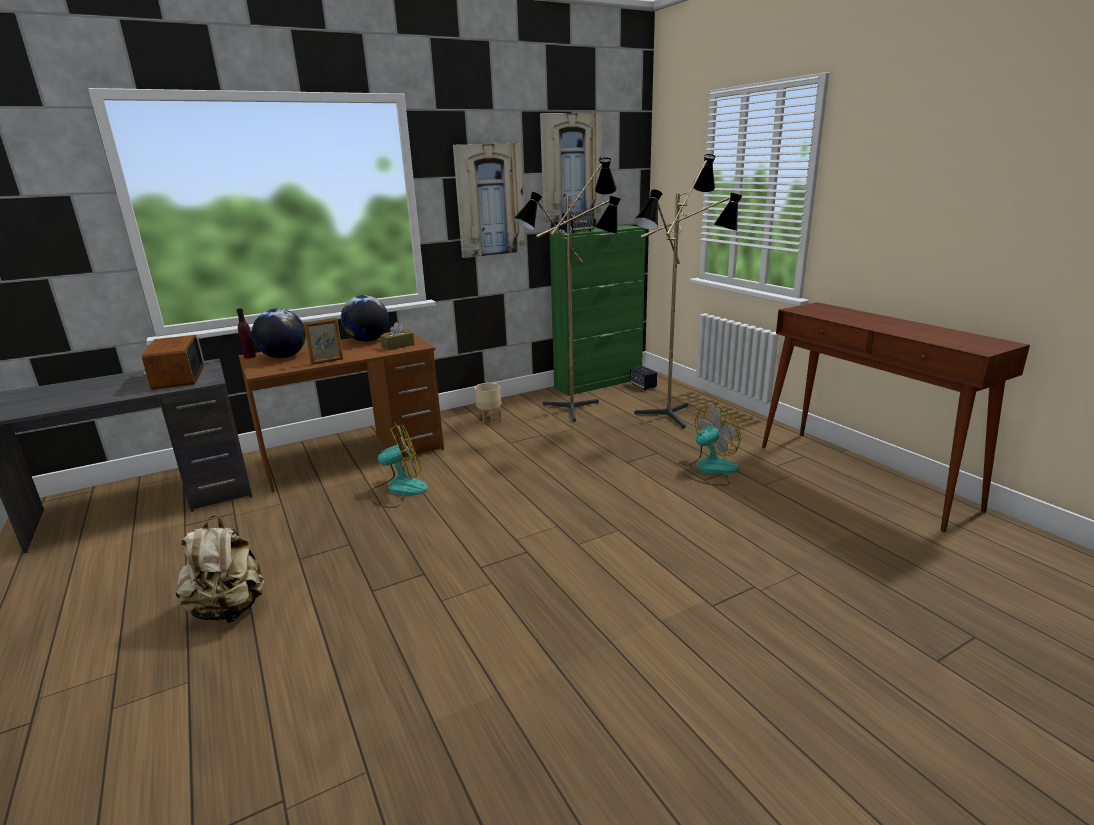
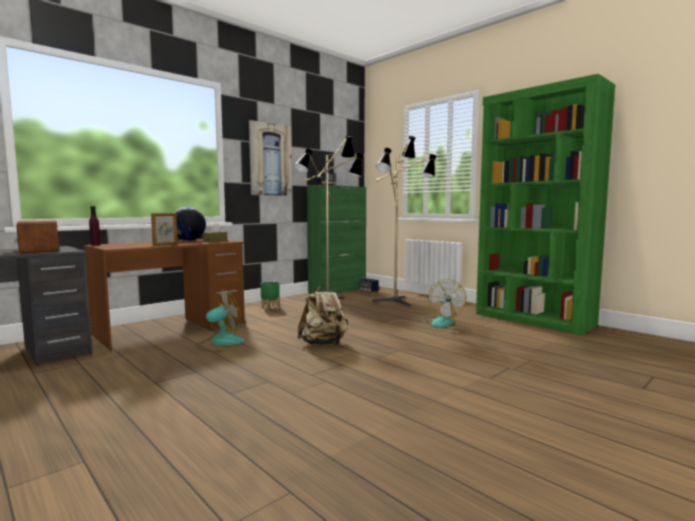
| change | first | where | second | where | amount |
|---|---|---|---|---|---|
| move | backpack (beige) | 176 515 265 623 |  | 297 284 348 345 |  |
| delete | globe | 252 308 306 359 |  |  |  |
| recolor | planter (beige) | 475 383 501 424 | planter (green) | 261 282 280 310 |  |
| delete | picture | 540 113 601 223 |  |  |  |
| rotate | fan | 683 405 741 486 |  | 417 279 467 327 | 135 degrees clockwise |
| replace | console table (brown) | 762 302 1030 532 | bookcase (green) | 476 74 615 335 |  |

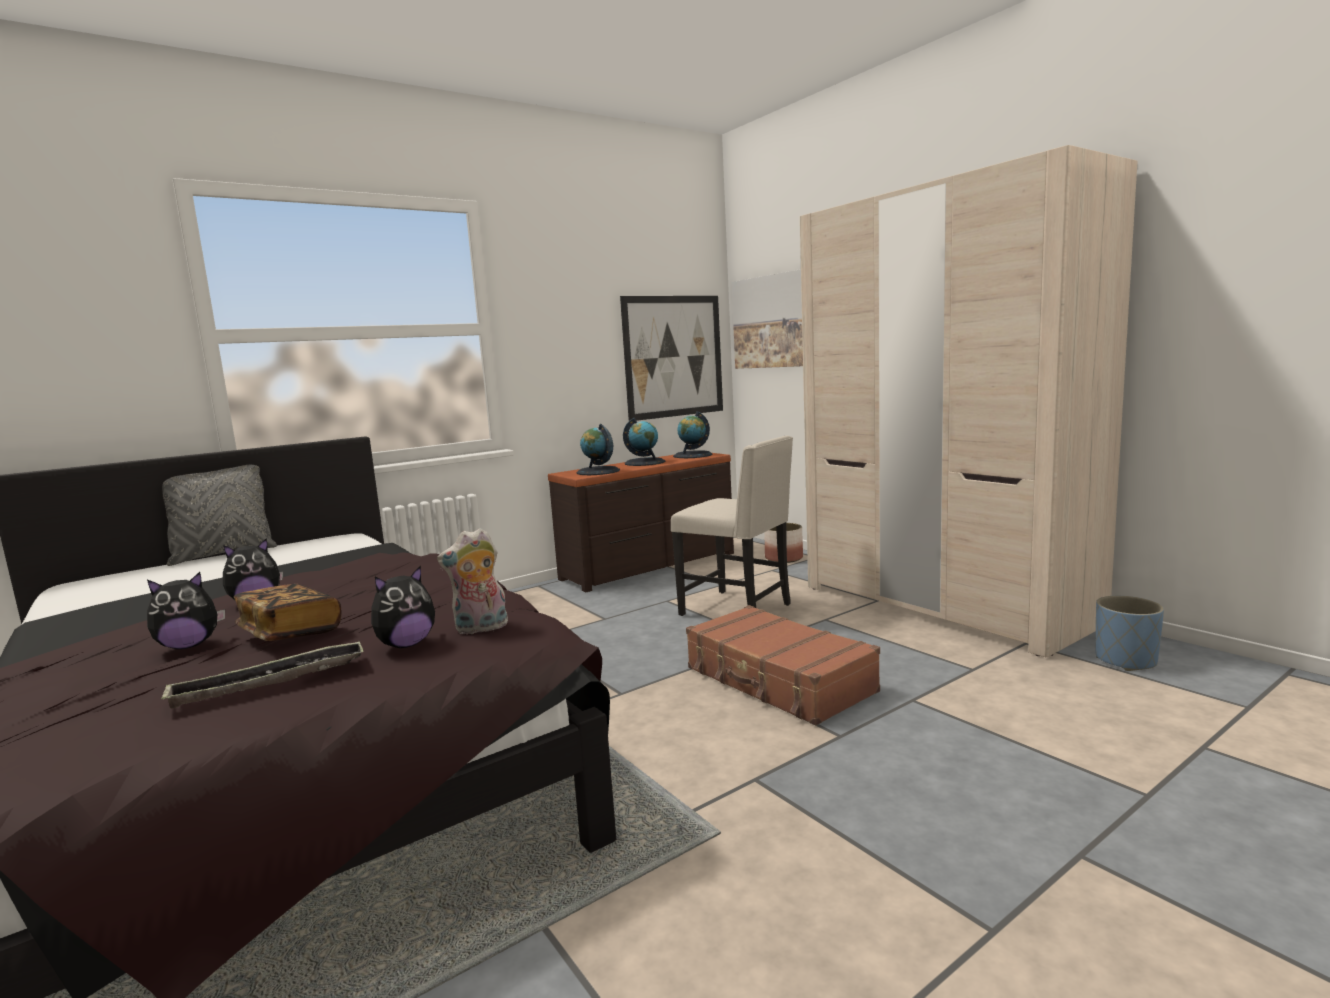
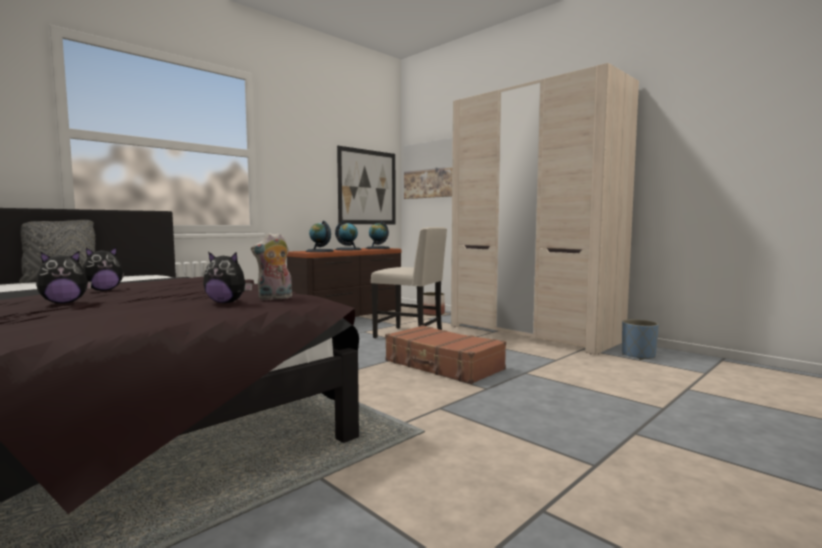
| change | first | where | second | where | amount |
|---|---|---|---|---|---|
| delete | tray | 161 640 364 709 |  |  |  |
| delete | book | 234 584 342 641 |  |  |  |
| rotate | plush toy | 371 566 435 648 |  | 203 252 253 303 | 60 degrees clockwise |

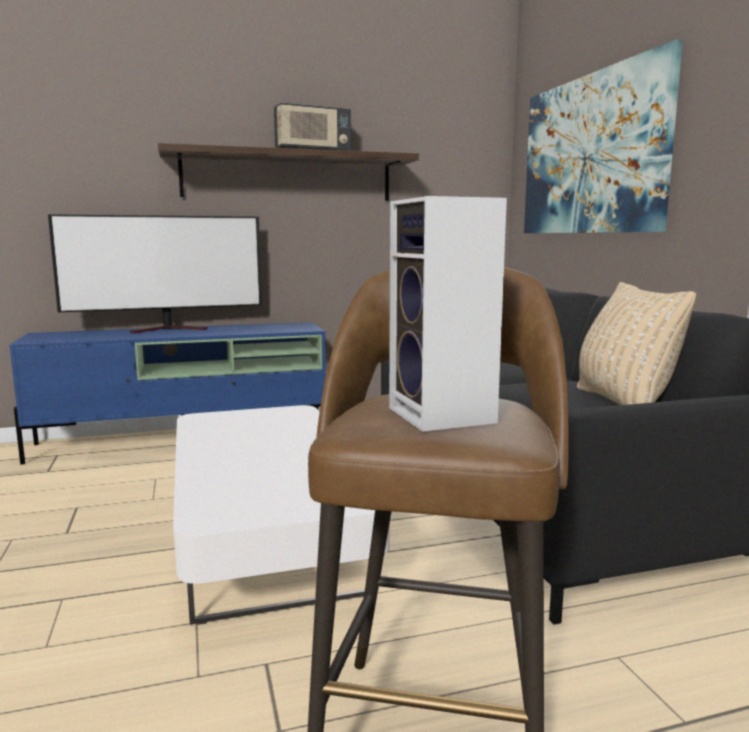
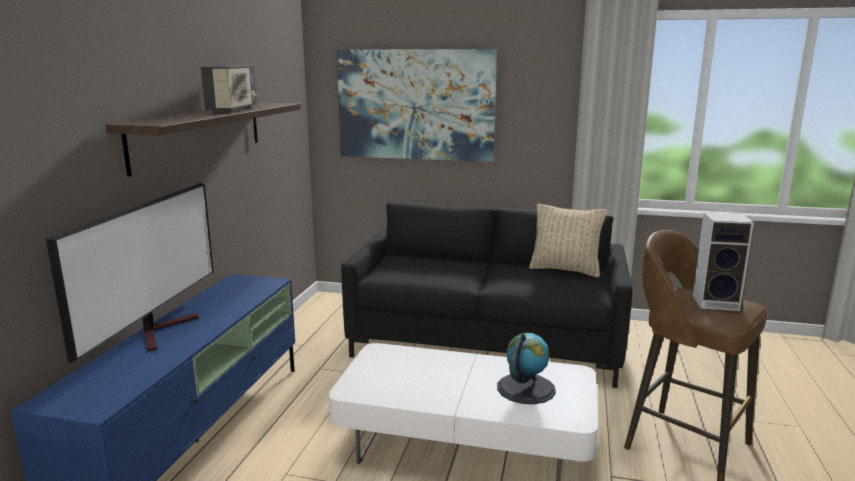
| change | first | where | second | where | amount |
|---|---|---|---|---|---|
| insert |  |  | globe | 497 333 556 404 |  |

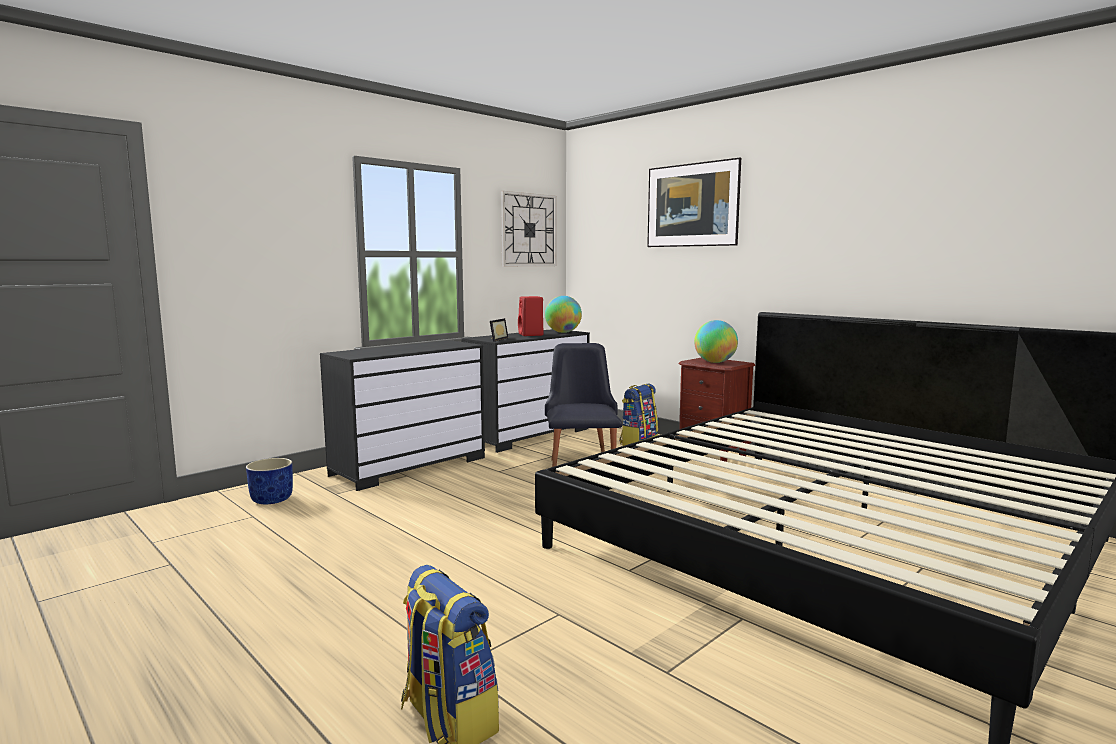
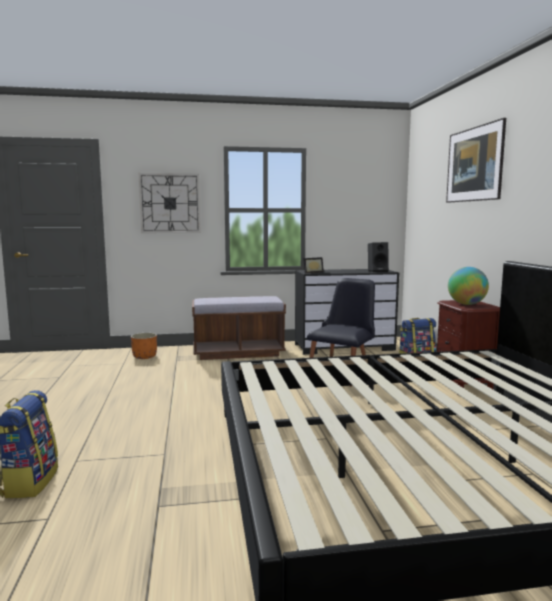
| change | first | where | second | where | amount |
|---|---|---|---|---|---|
| recolor | planter (blue) | 246 458 293 504 | planter (orange) | 131 333 157 359 |  |
| replace | dresser (black) | 320 340 485 491 | bench (brown) | 192 296 286 360 |  |
| move | wall clock | 501 191 557 266 |  | 139 173 201 233 |  |
| delete | speaker (red) | 518 296 544 336 |  |  |  |
| replace | globe | 545 296 582 333 | speaker (black) | 368 242 389 272 |  |

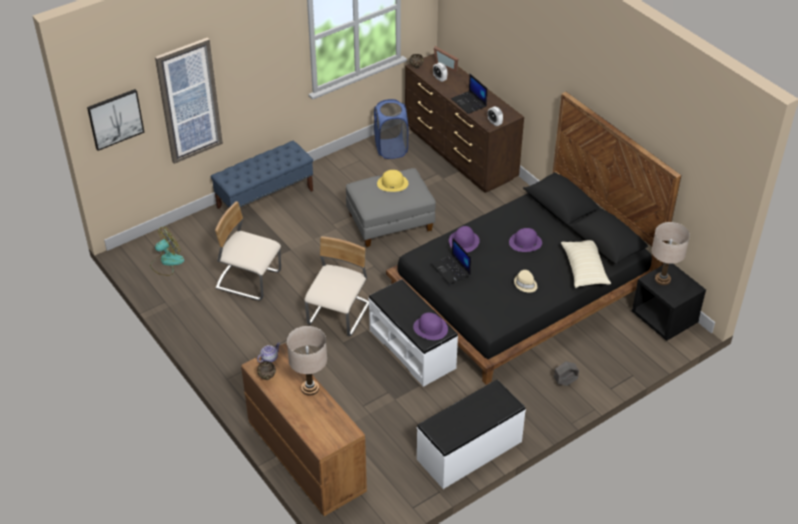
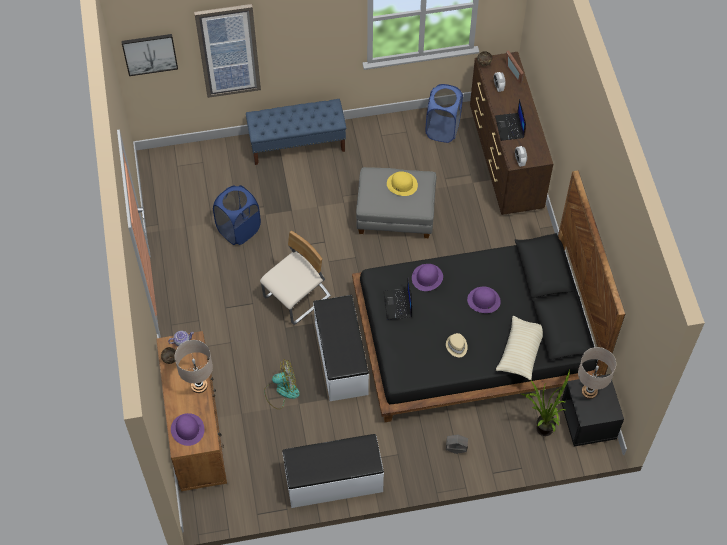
| change | first | where | second | where | amount |
|---|---|---|---|---|---|
| move | fan | 150 227 185 276 |  | 264 359 300 410 |  |
| replace | chair (beige) | 215 201 281 300 | laundry basket (blue) | 213 185 261 245 |  |
| move | hat (purple) | 413 312 448 340 |  | 171 413 205 446 |  |
| insert |  |  | potted plant | 522 370 570 436 |  |

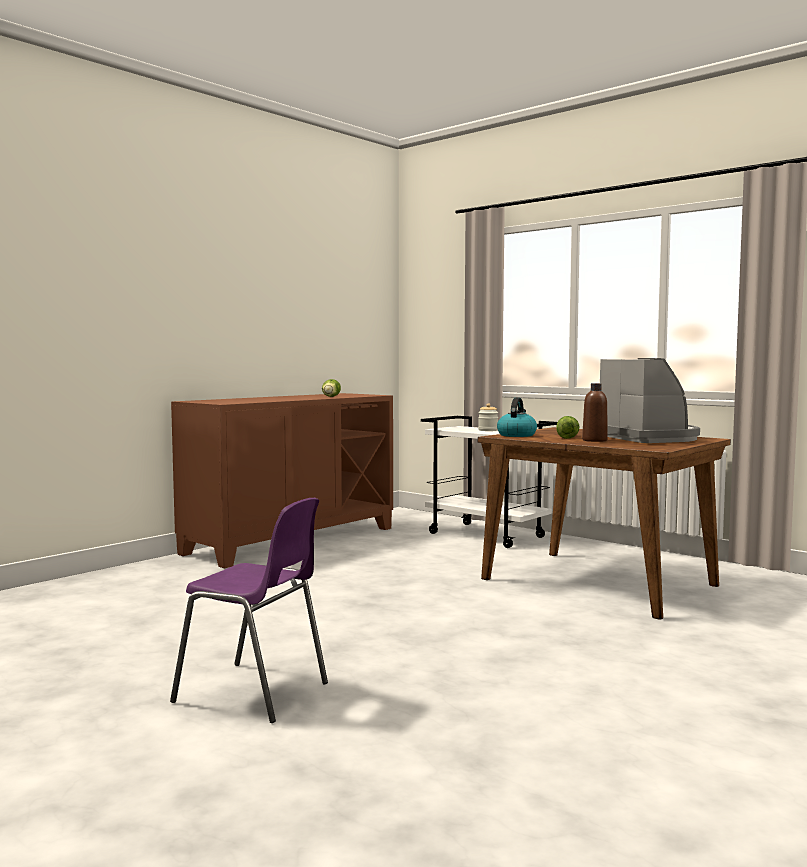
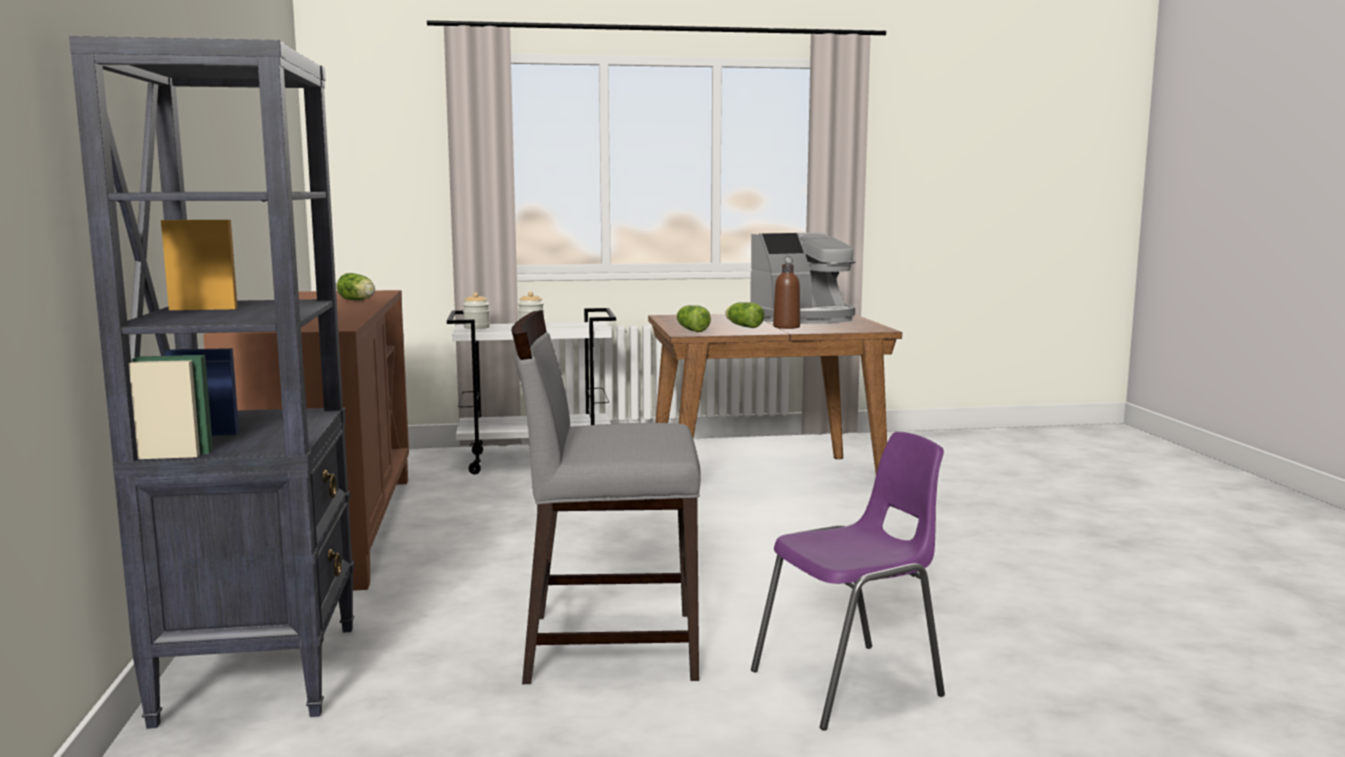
| change | first | where | second | where | amount |
|---|---|---|---|---|---|
| replace | kettle | 497 398 537 437 | lettuce | 676 305 711 332 |  |
| rotate | coffee machine | 600 358 700 443 |  | 751 232 855 324 | 135 degrees clockwise |
| insert |  |  | bookcase (black) | 69 36 354 729 |  |
| insert |  |  | jar | 463 292 490 329 |  |
| insert |  |  | chair (grey) | 511 310 701 684 |  |

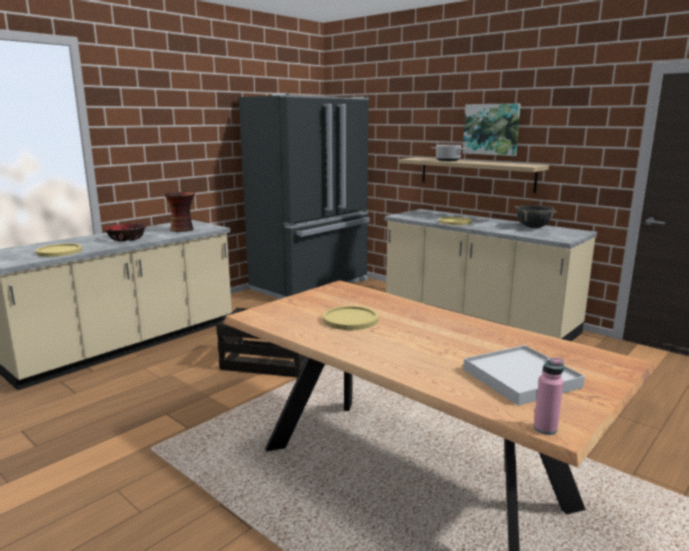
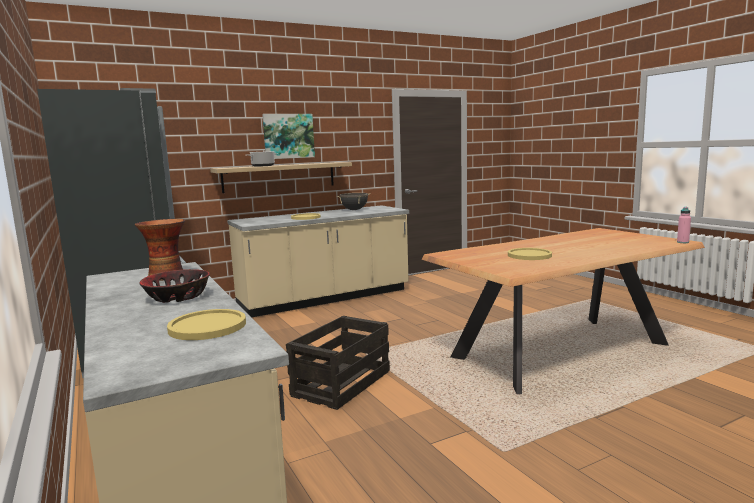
| change | first | where | second | where | amount |
|---|---|---|---|---|---|
| delete | tray (white) | 463 345 585 406 |  |  |  |

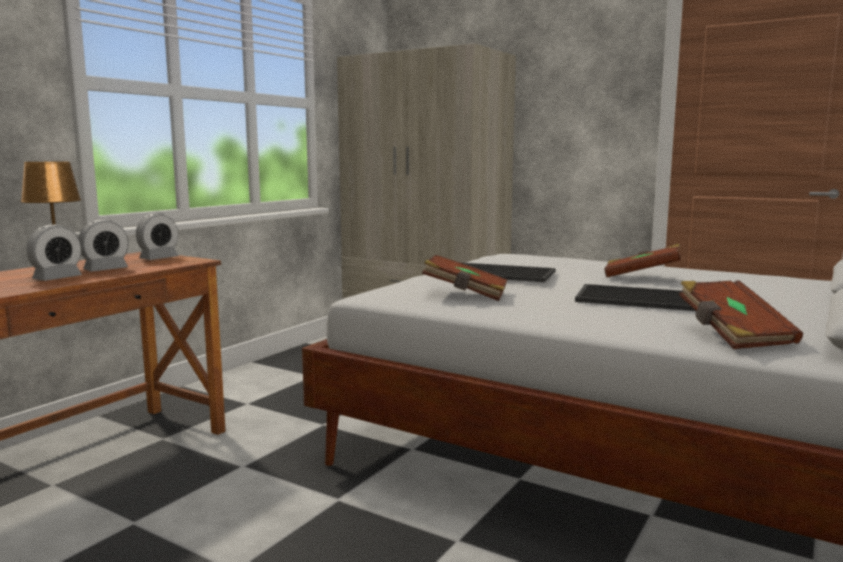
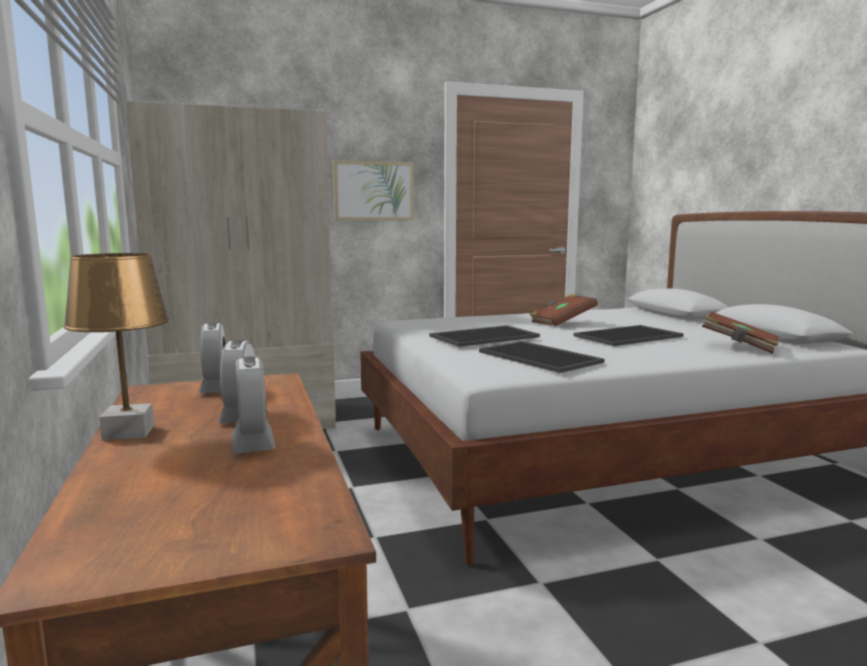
| change | first | where | second | where | amount |
|---|---|---|---|---|---|
| replace | book (brown) | 422 255 507 301 | tray | 479 341 604 373 |  |
| insert |  |  | picture | 333 160 414 221 |  |

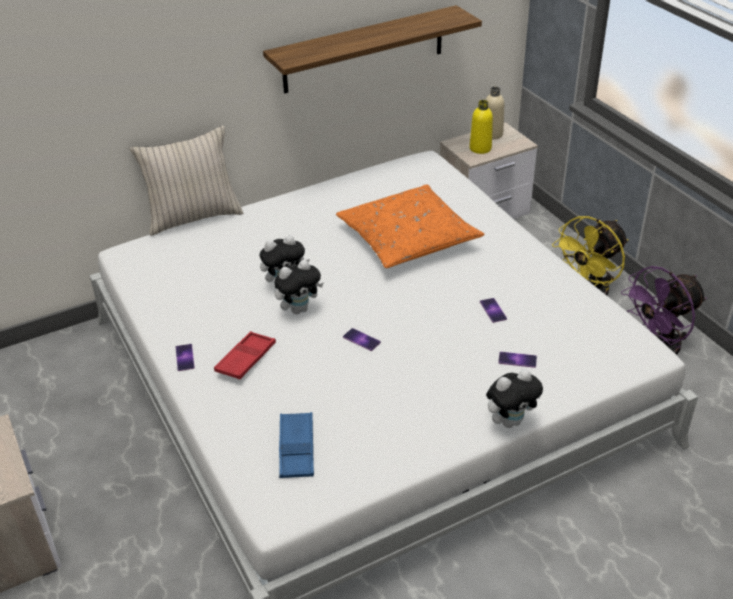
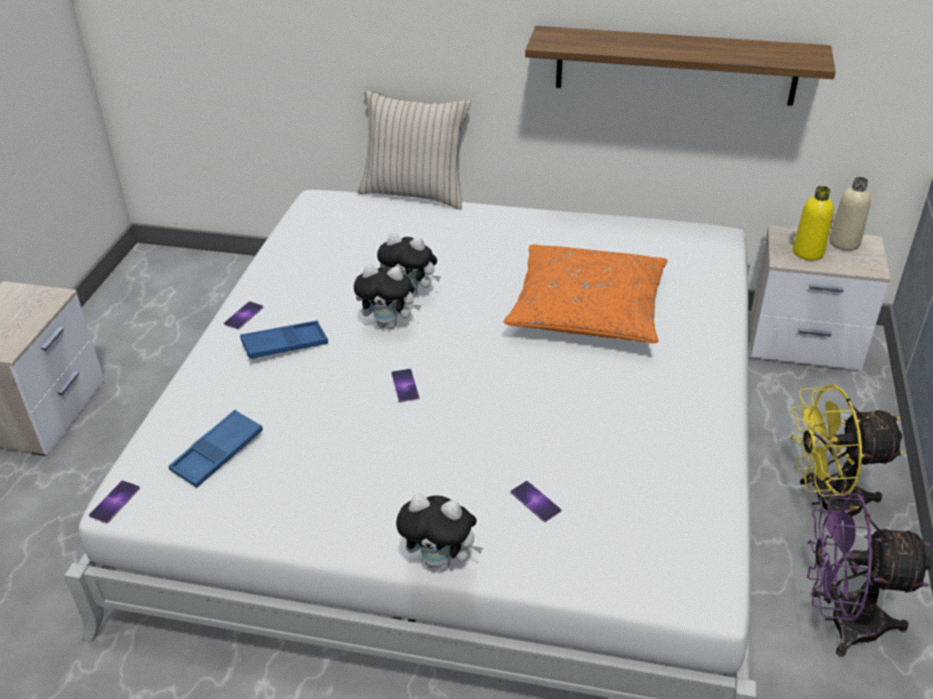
| change | first | where | second | where | amount |
|---|---|---|---|---|---|
| recolor | tray (red) | 214 331 276 379 | tray (blue) | 240 321 328 359 |  |
| move | phone | 480 298 507 323 |  | 89 480 140 523 |  |

